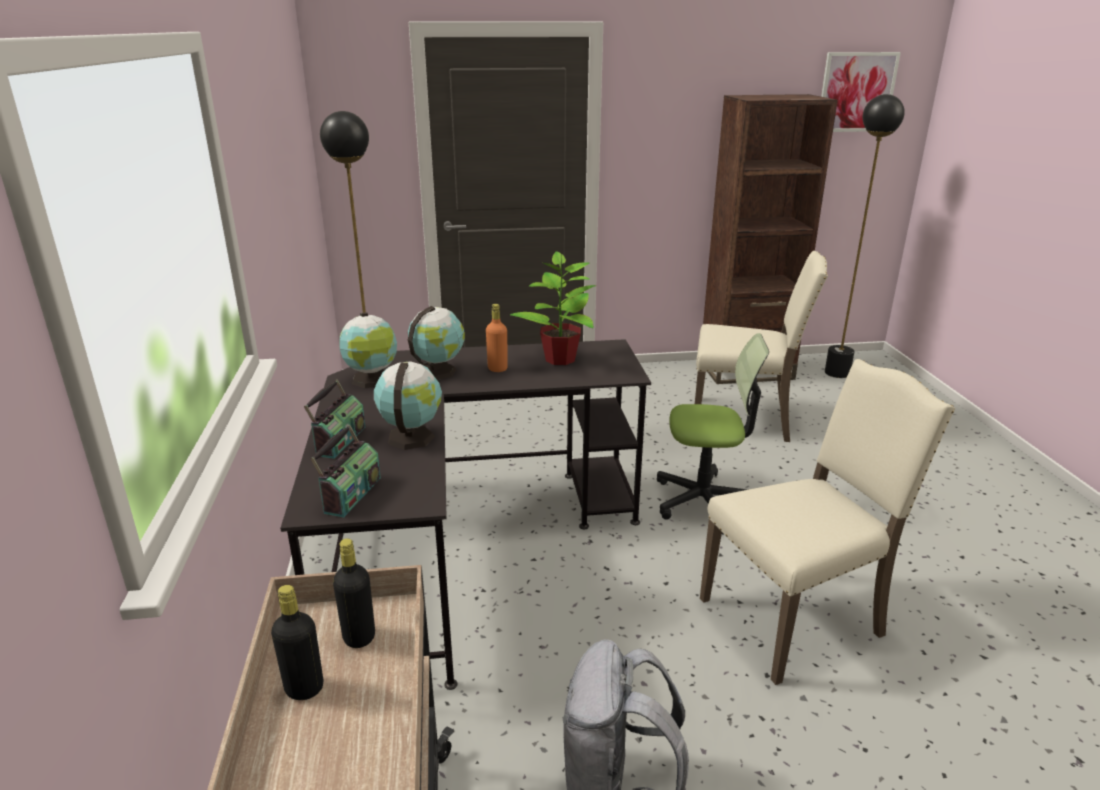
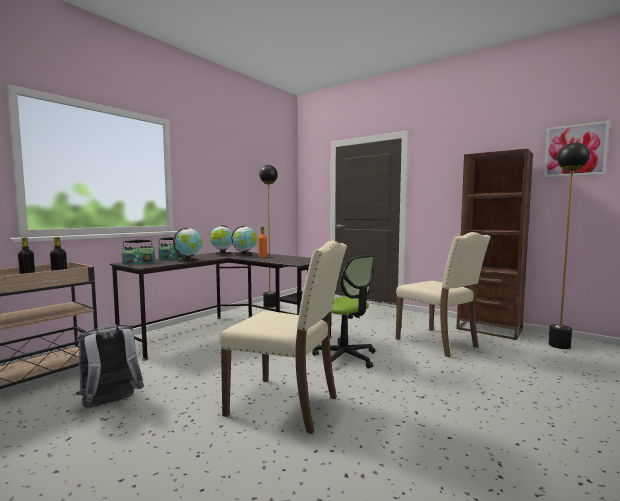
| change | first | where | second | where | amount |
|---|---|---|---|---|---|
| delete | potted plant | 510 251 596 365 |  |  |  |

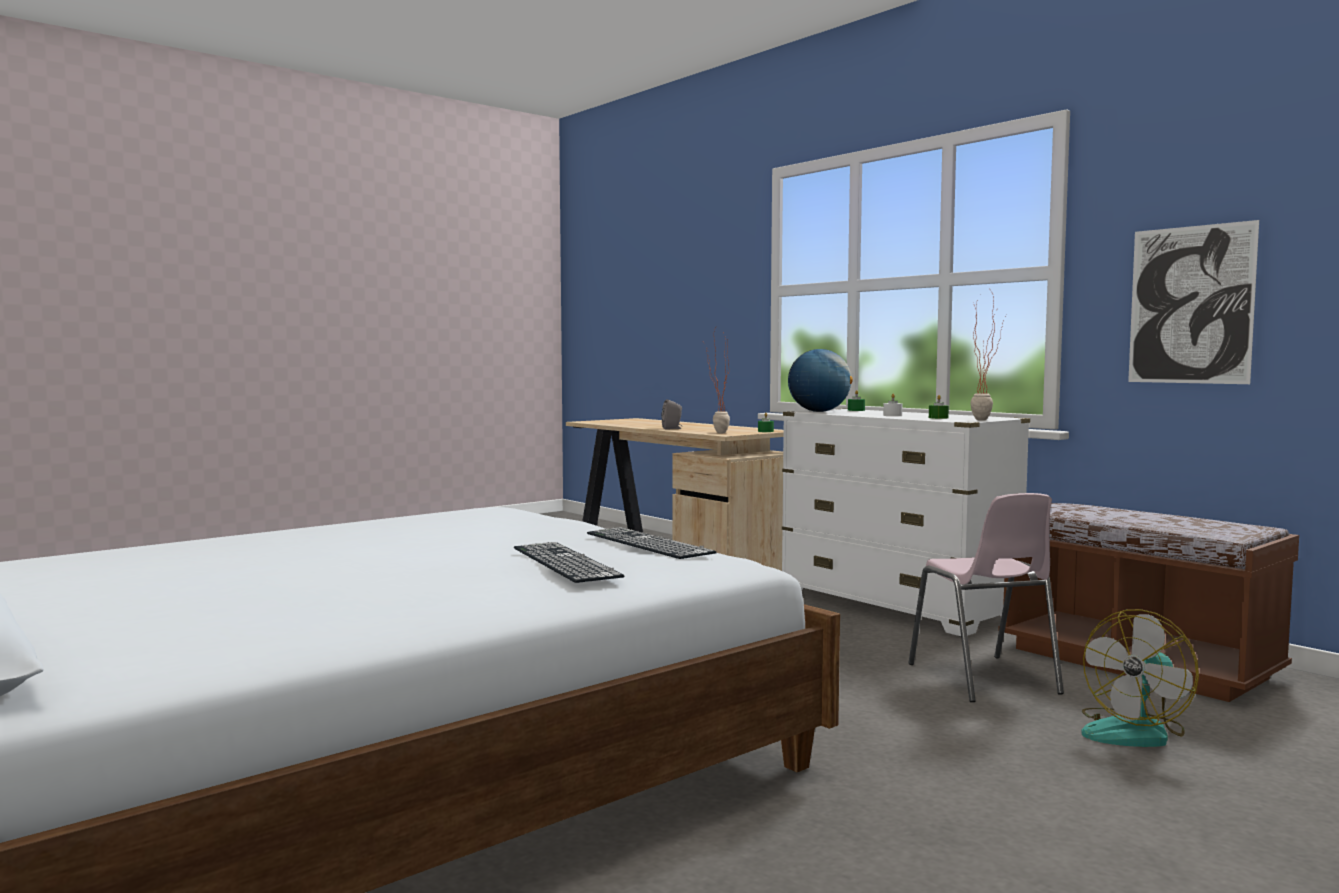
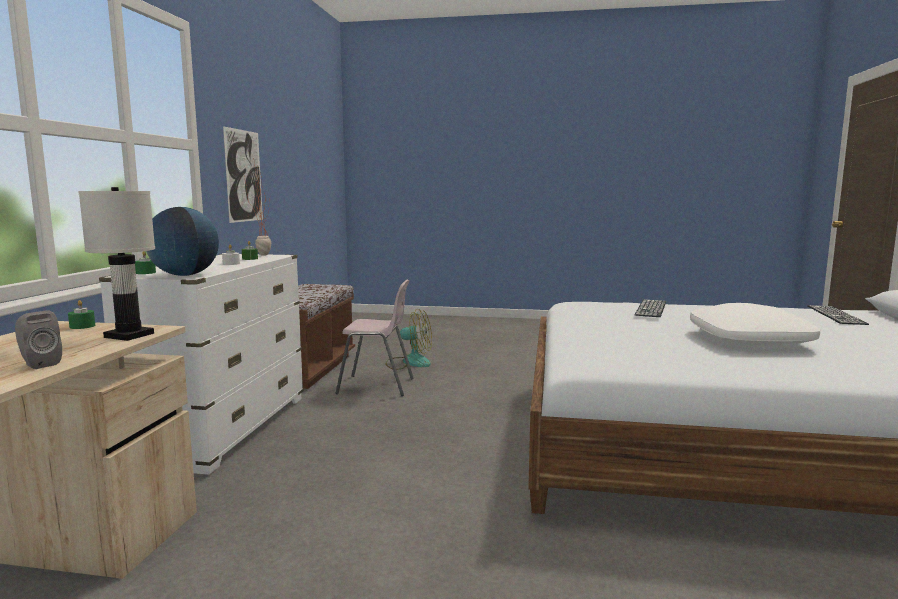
| change | first | where | second | where | amount |
|---|---|---|---|---|---|
| move | keyboard | 587 527 717 559 |  | 807 305 869 325 |  |
| replace | potted plant | 703 330 730 433 | table lamp (white) | 78 187 155 341 |  |
| rotate | chair (pink) | 908 493 1064 702 |  | 336 280 414 396 | 60 degrees clockwise |
| insert |  |  | pillow (white) | 690 303 820 347 |  |

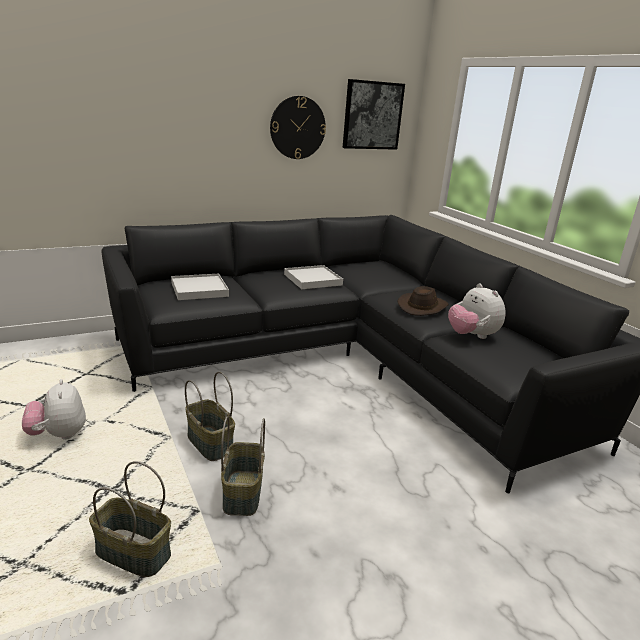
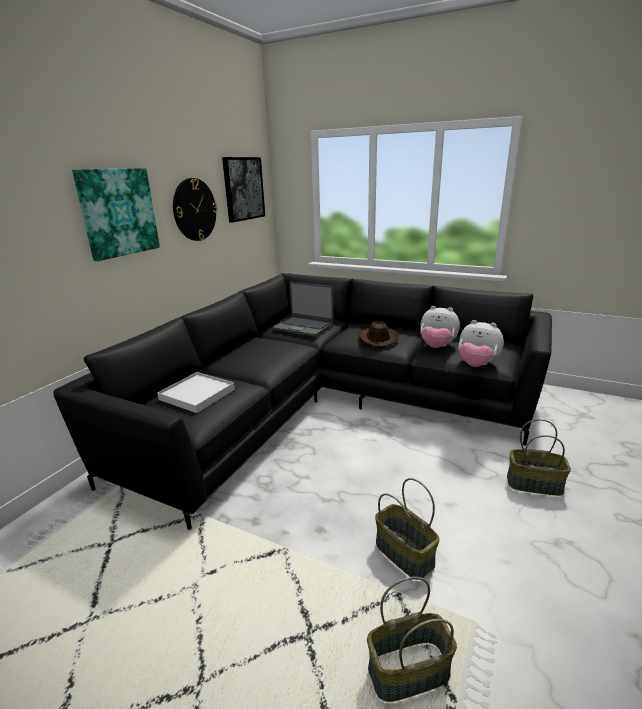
| change | first | where | second | where | amount |
|---|---|---|---|---|---|
| move | plush toy | 22 379 86 440 |  | 459 320 504 367 |  |
| move | basket | 185 372 235 461 |  | 507 419 571 496 |  |
| delete | tray (white) | 284 265 343 289 |  |  |  |
| insert |  |  | picture | 72 168 160 261 |  |
| insert |  |  | laptop | 273 282 334 337 |  |

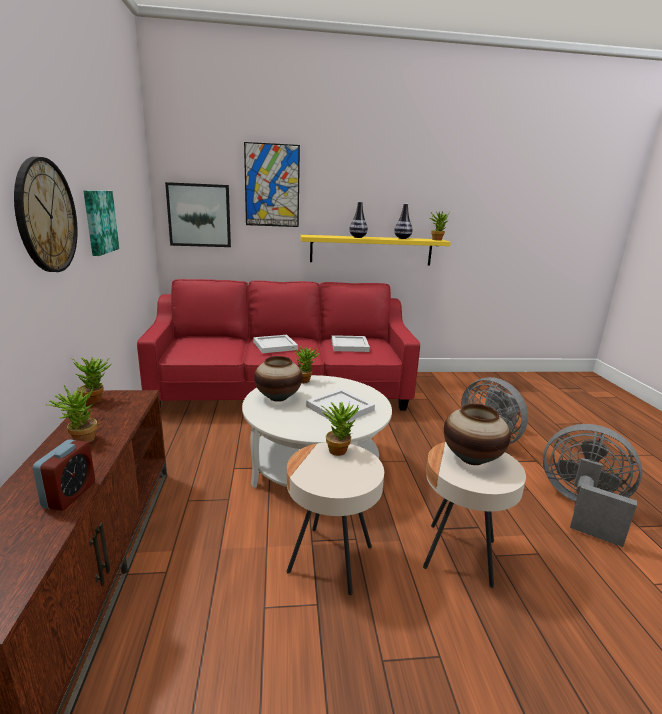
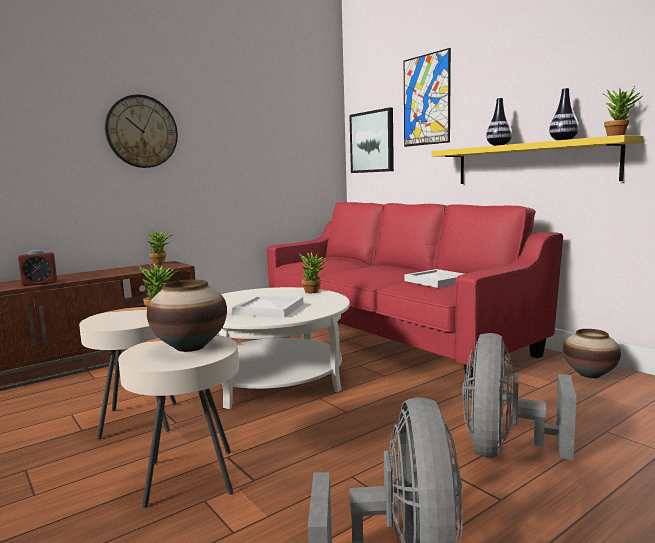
| change | first | where | second | where | amount |
|---|---|---|---|---|---|
| delete | potted plant | 45 385 97 442 |  |  |  |
| delete | picture | 84 191 119 256 |  |  |  |
| delete | tray (white) | 253 335 298 353 |  |  |  |
| move | vase | 254 356 302 402 |  | 563 329 621 378 |  |

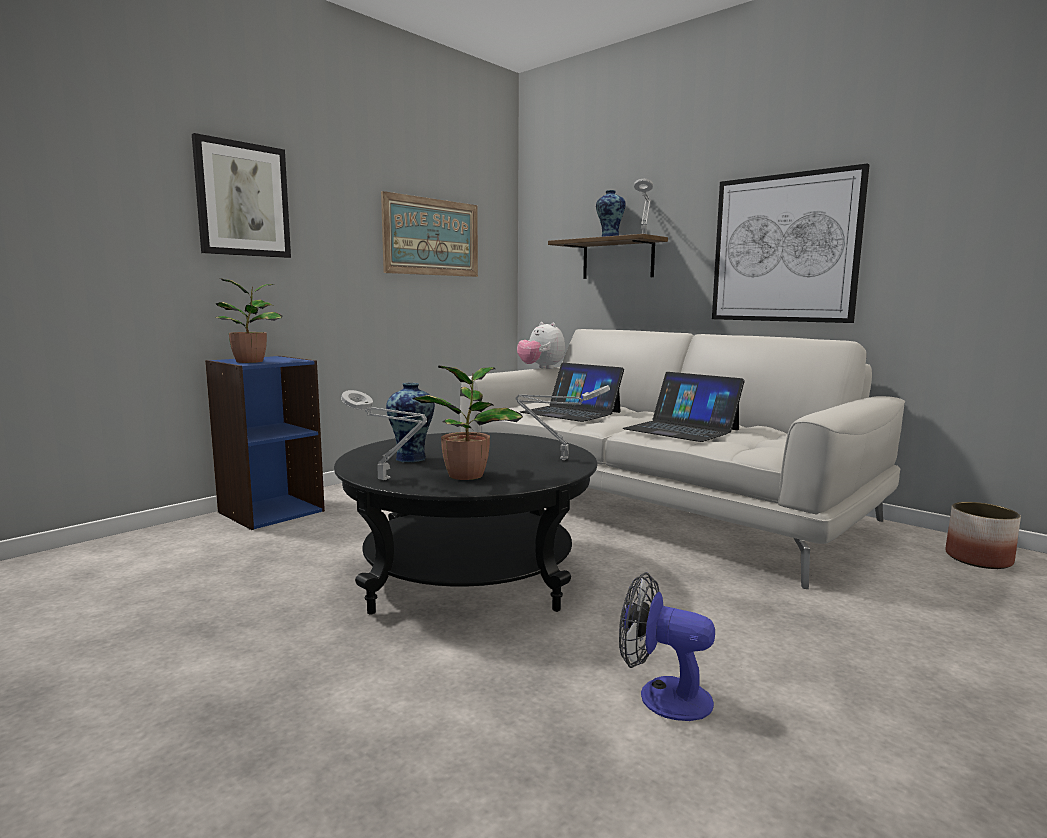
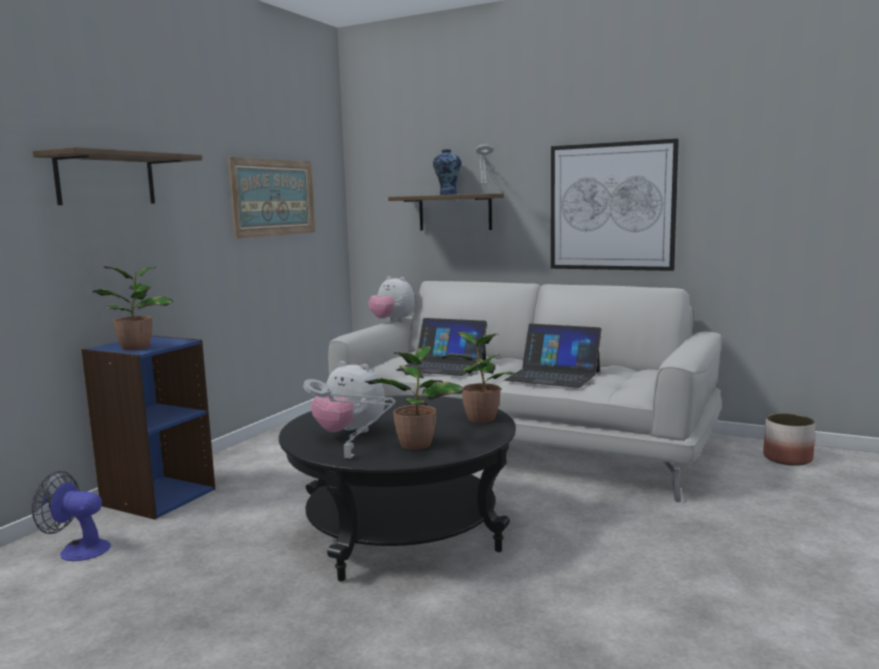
| change | first | where | second | where | amount |
|---|---|---|---|---|---|
| replace | picture | 192 133 291 258 | shelf | 33 147 202 205 |  |
| replace | vase | 386 383 435 463 | plush toy | 311 361 385 433 |  |
| replace | table lamp (grey) | 515 385 610 460 | potted plant | 439 332 518 423 |  |
| move | fan | 619 572 715 721 |  | 31 471 111 561 |  |

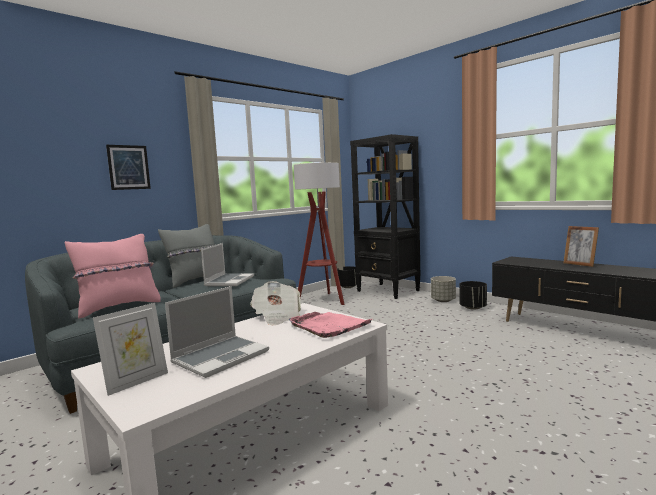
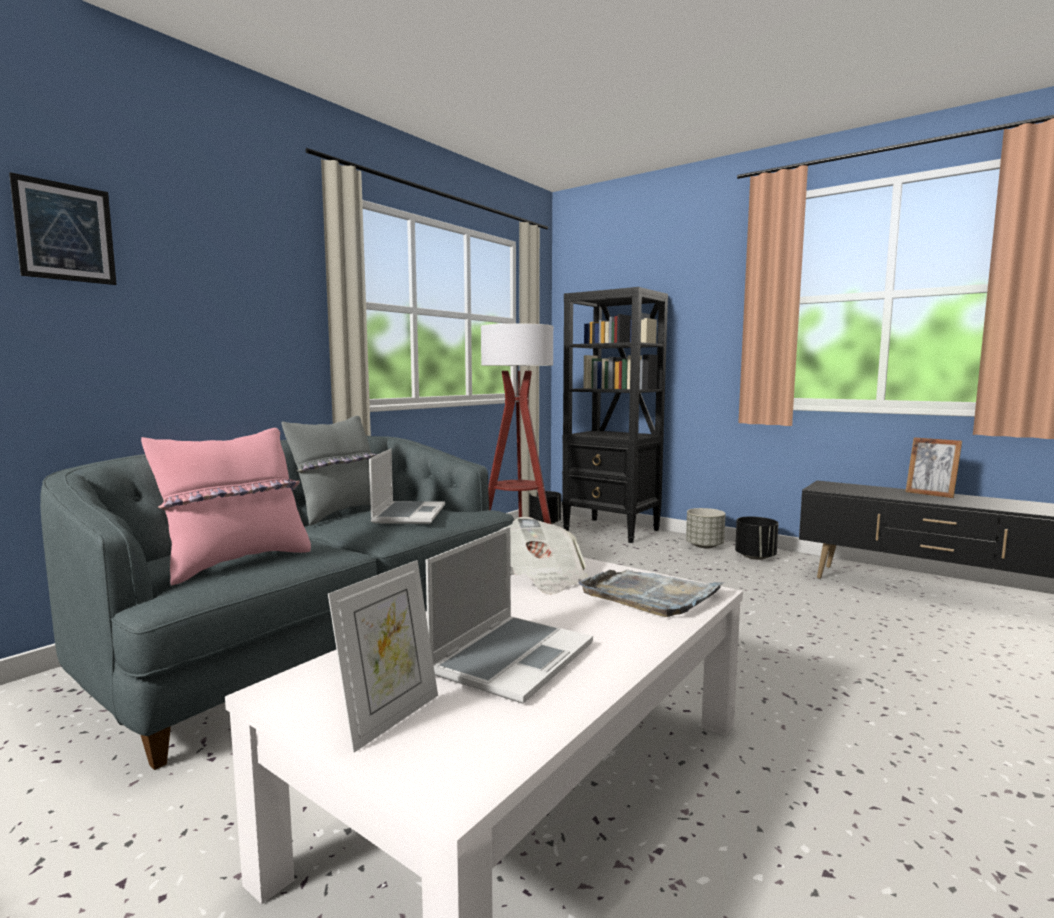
| change | first | where | second | where | amount |
|---|---|---|---|---|---|
| move | picture | 106 145 151 190 |  | 9 172 117 285 |  |
| recolor | tray (pink) | 289 312 372 338 | tray (grey) | 578 570 726 617 |  |

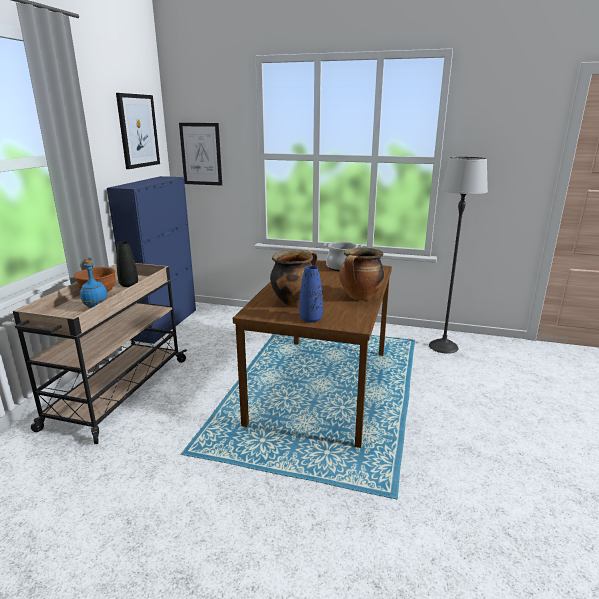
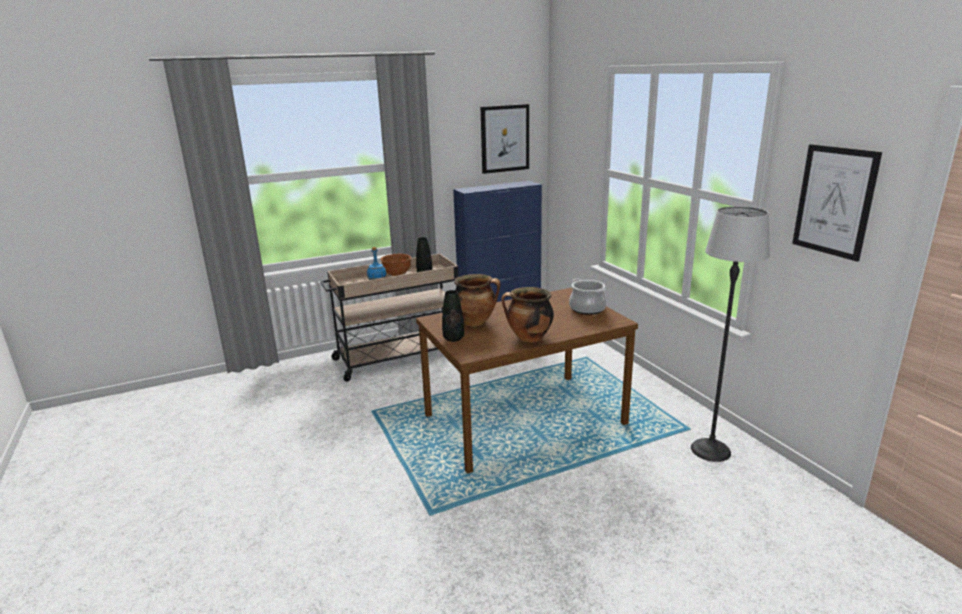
| change | first | where | second | where | amount |
|---|---|---|---|---|---|
| move | picture | 179 123 222 186 |  | 792 144 882 262 |  |
| recolor | vase (blue) | 299 265 323 323 | vase (black) | 442 290 464 342 |  |

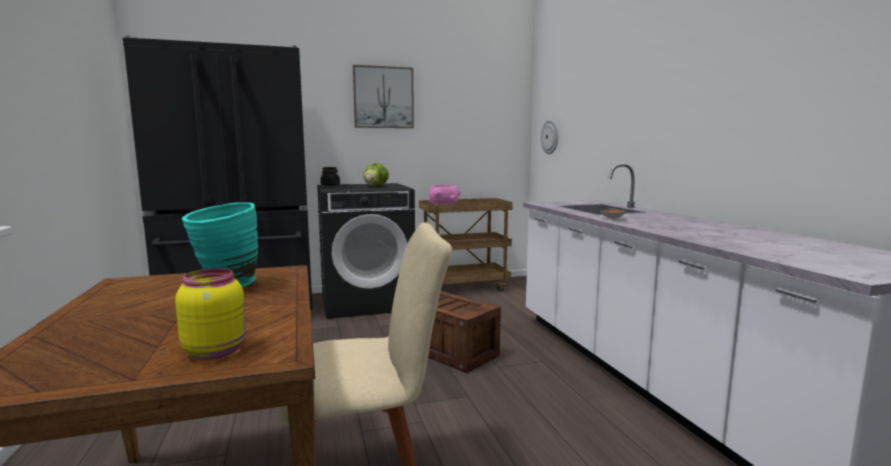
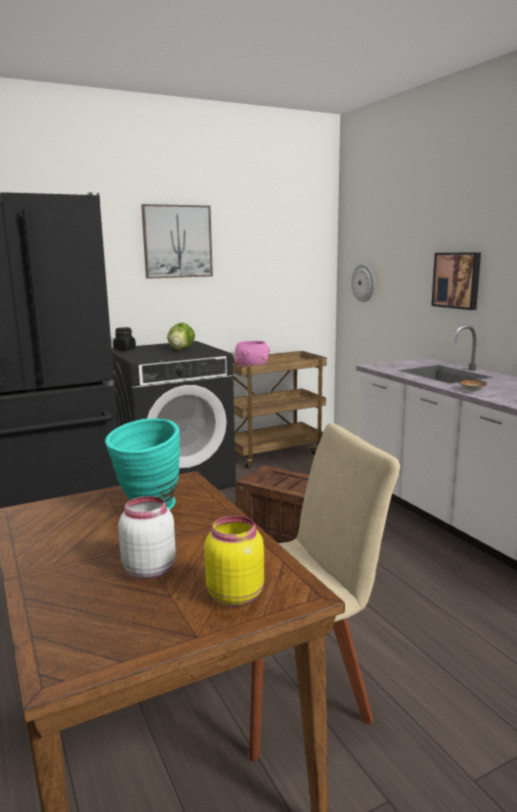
| change | first | where | second | where | amount |
|---|---|---|---|---|---|
| insert |  |  | jar (white) | 118 496 176 579 |  |
| insert |  |  | picture | 431 252 481 310 |  |

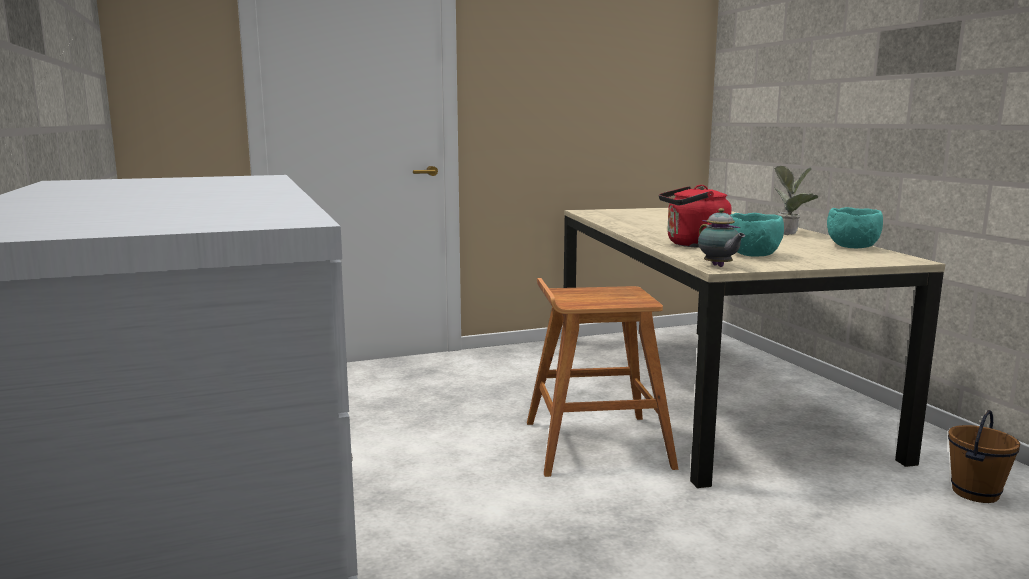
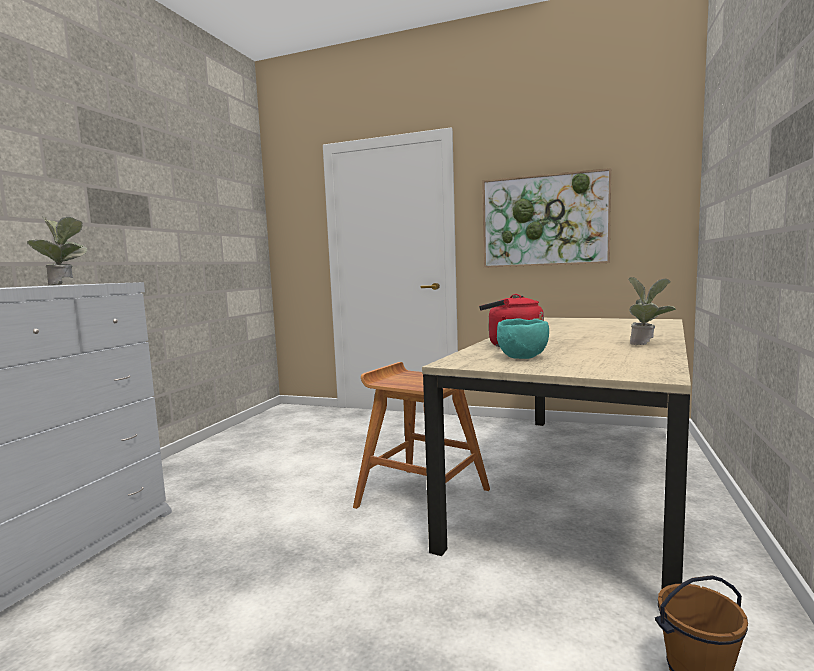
| change | first | where | second | where | amount |
|---|---|---|---|---|---|
| delete | teapot | 698 208 745 267 |  |  |  |
| delete | bowl (turquoise) | 827 207 883 248 |  |  |  |
| insert |  |  | potted plant | 27 217 87 285 |  |
| insert |  |  | picture | 482 168 611 268 |  |

